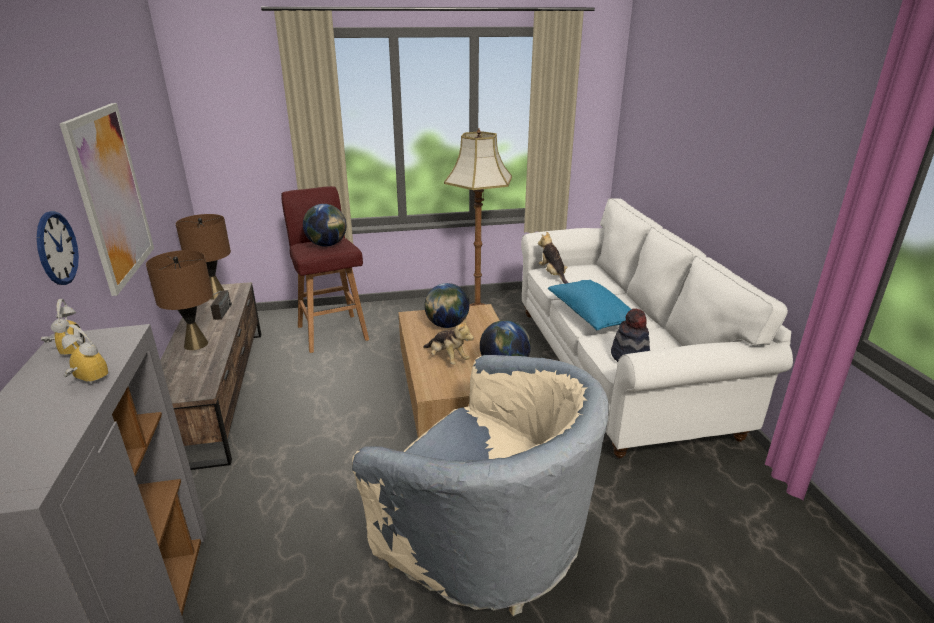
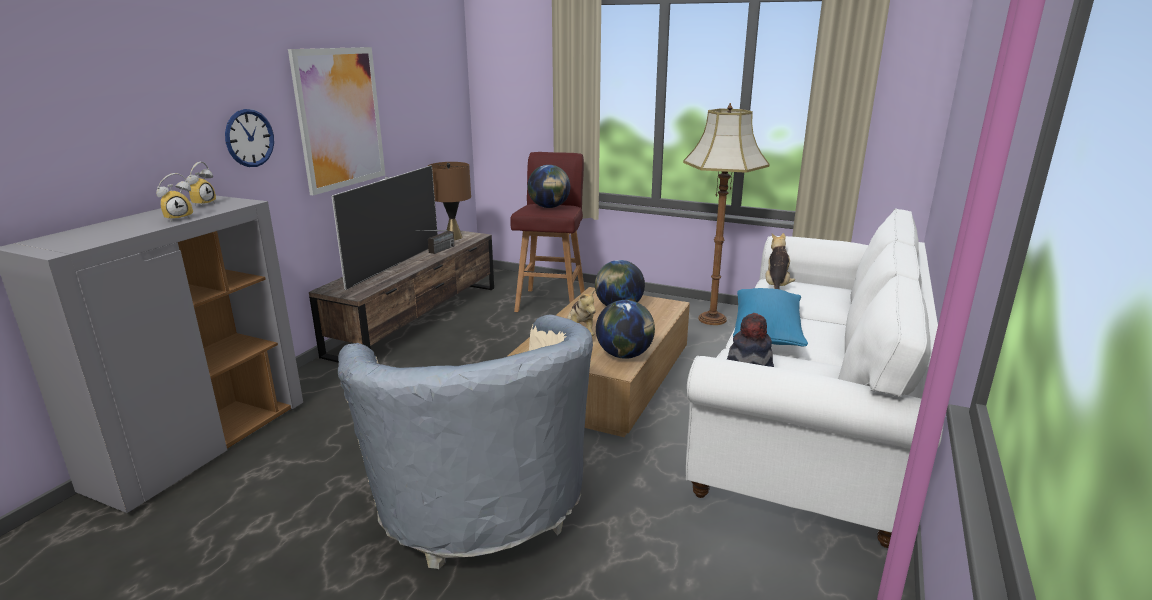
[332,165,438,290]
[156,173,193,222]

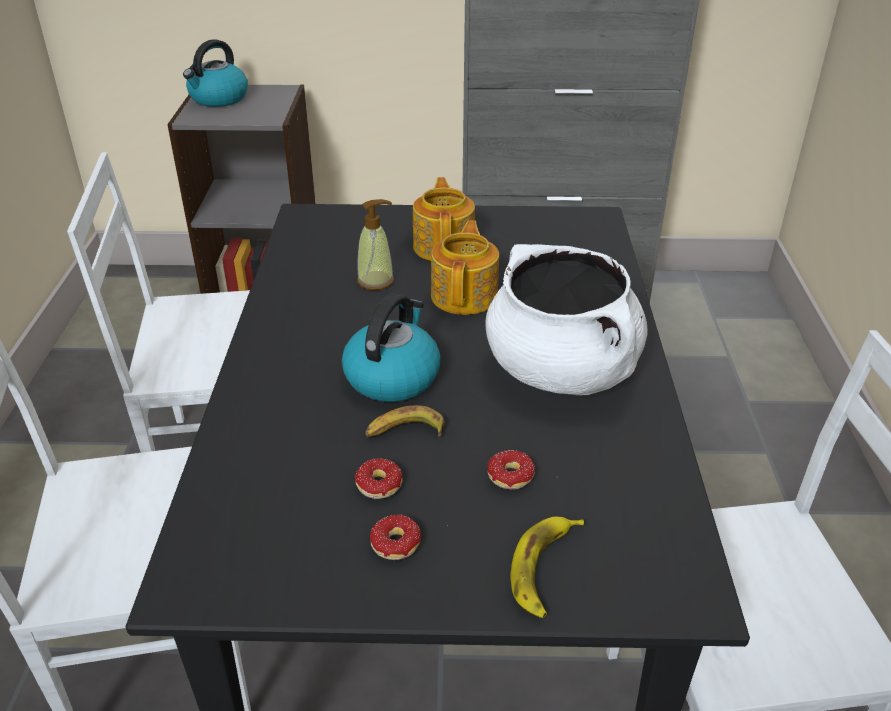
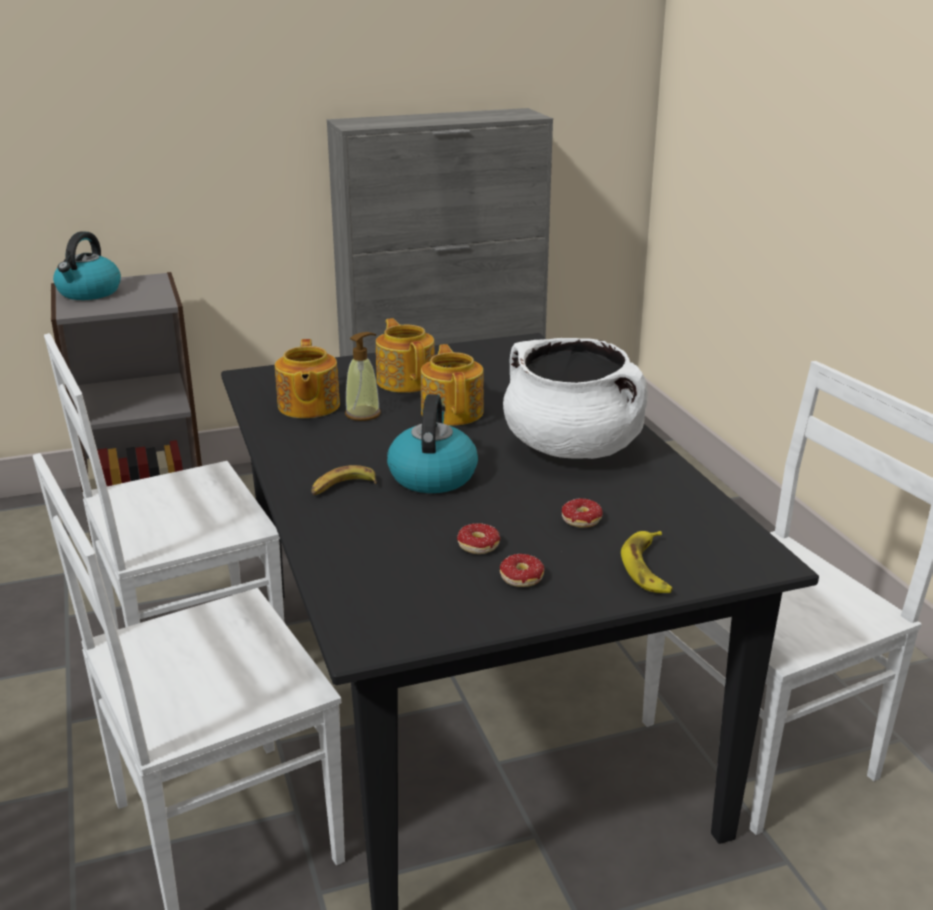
[311,465,377,495]
[275,339,340,418]

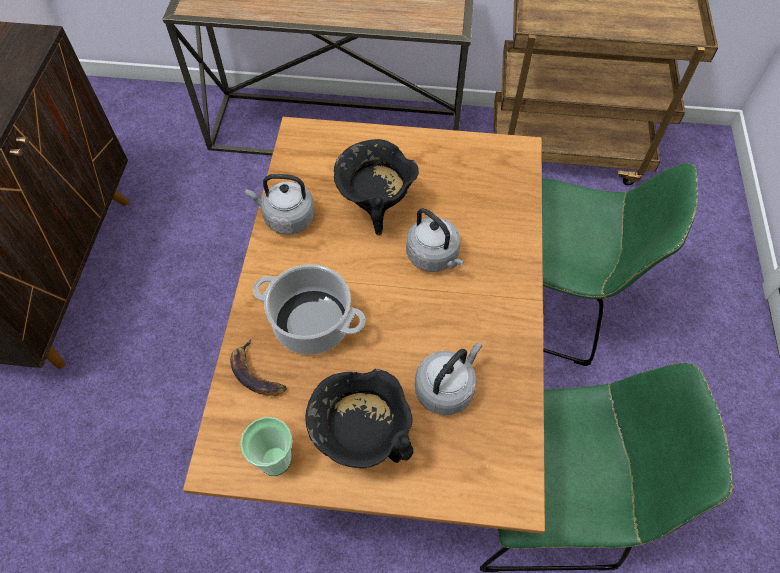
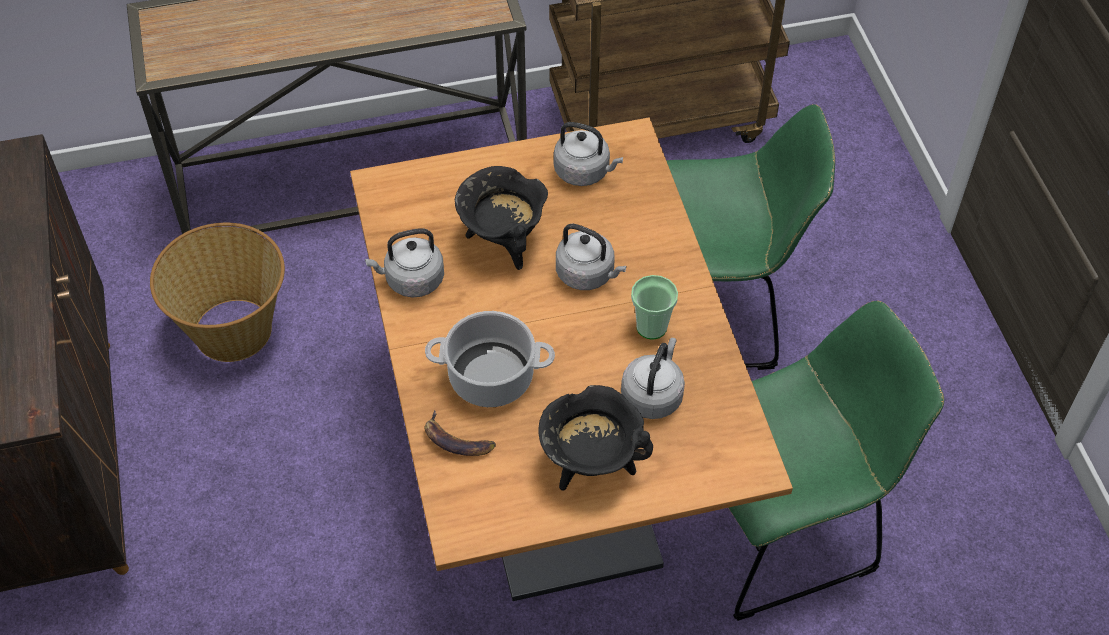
[631,275,678,339]
[554,122,623,186]
[150,223,285,362]

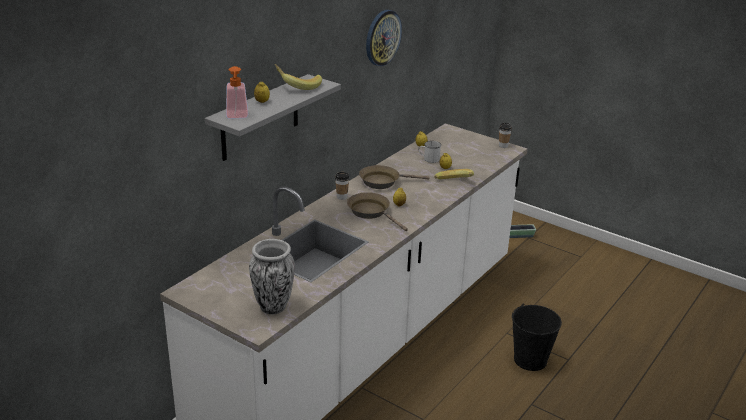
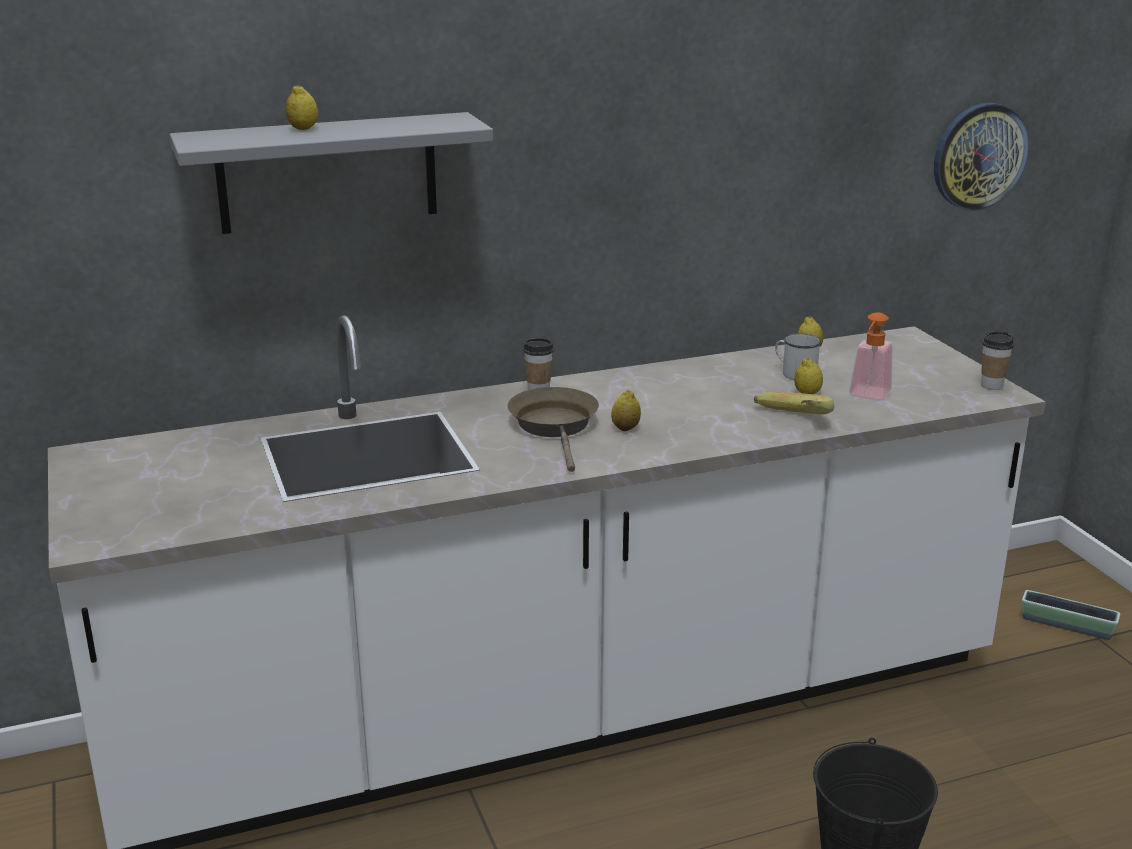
[934,103,1029,211]
[274,64,322,90] (first image)
[849,312,893,401]
[359,165,430,189] (first image)
[249,239,295,315] (first image)

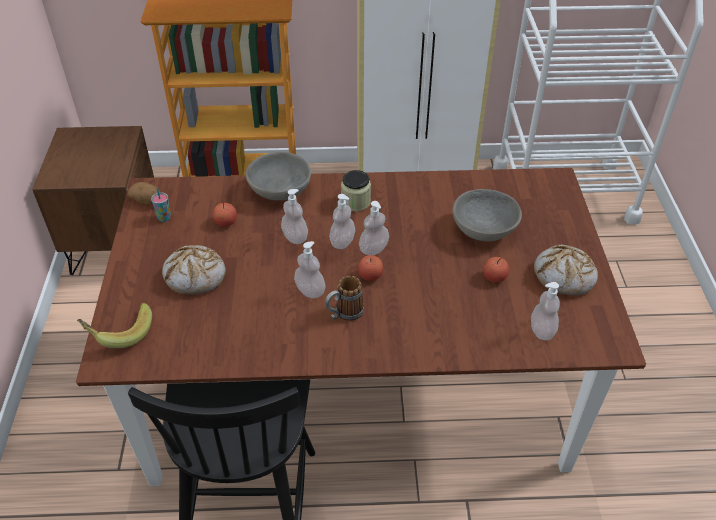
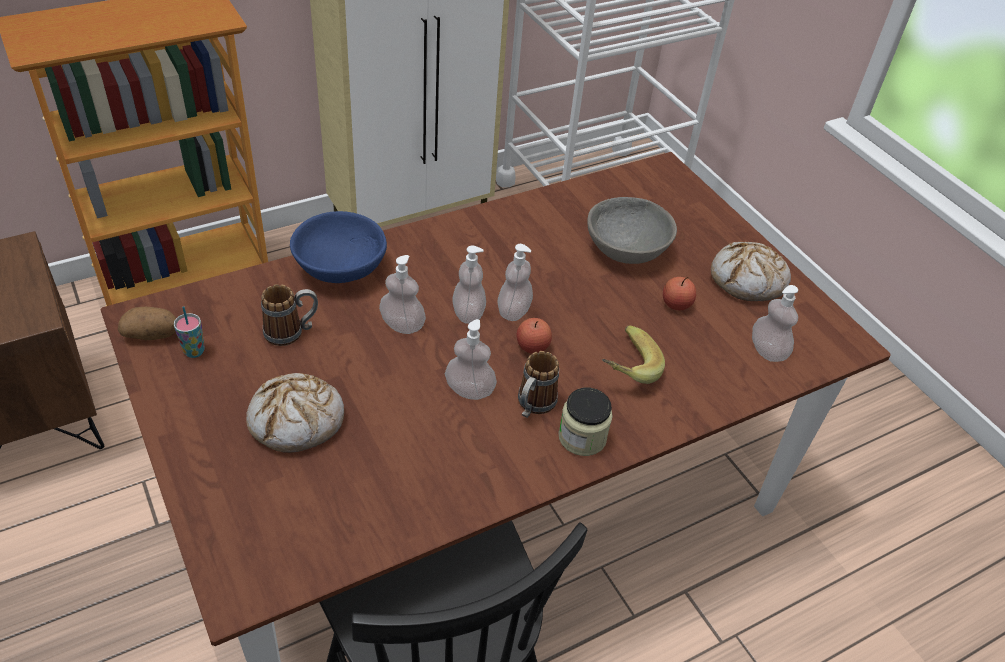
[290,211,387,283]
[558,388,613,456]
[261,284,318,346]
[601,325,665,384]

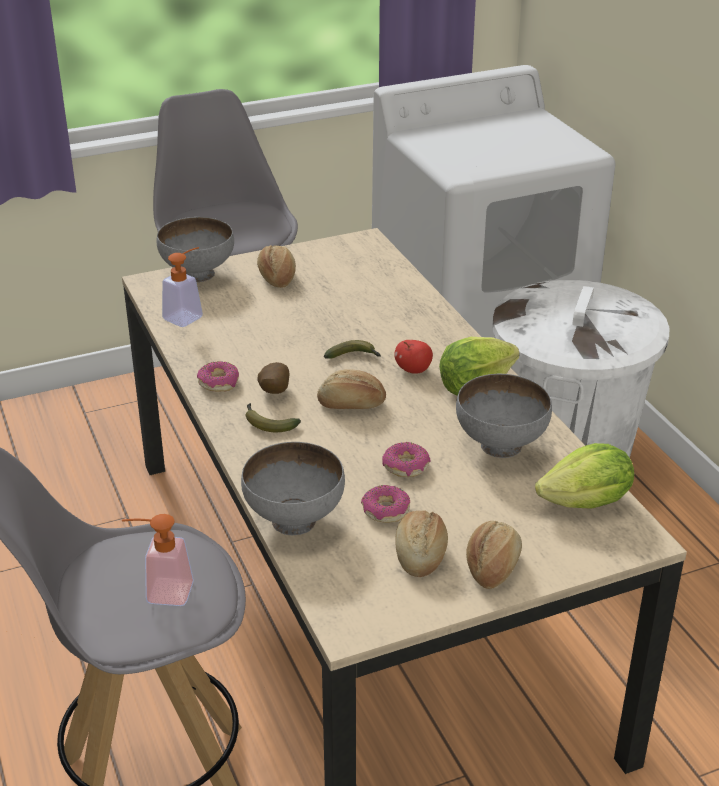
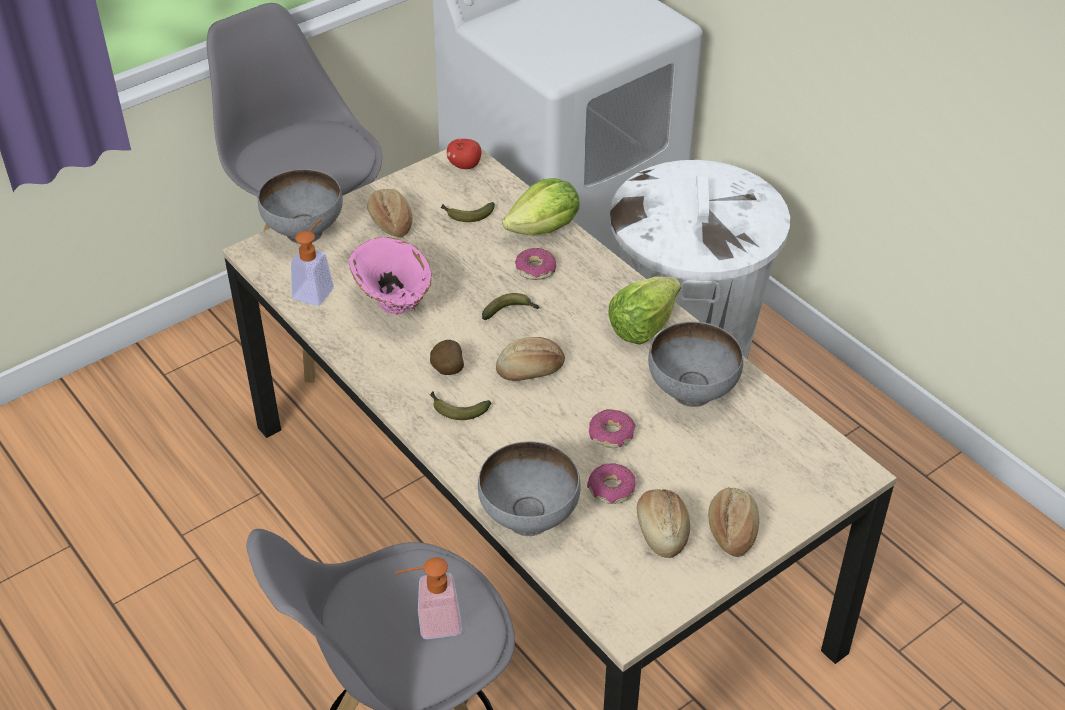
[447,139,481,169]
[515,248,556,280]
[502,178,580,235]
[440,202,495,222]
[349,237,432,315]

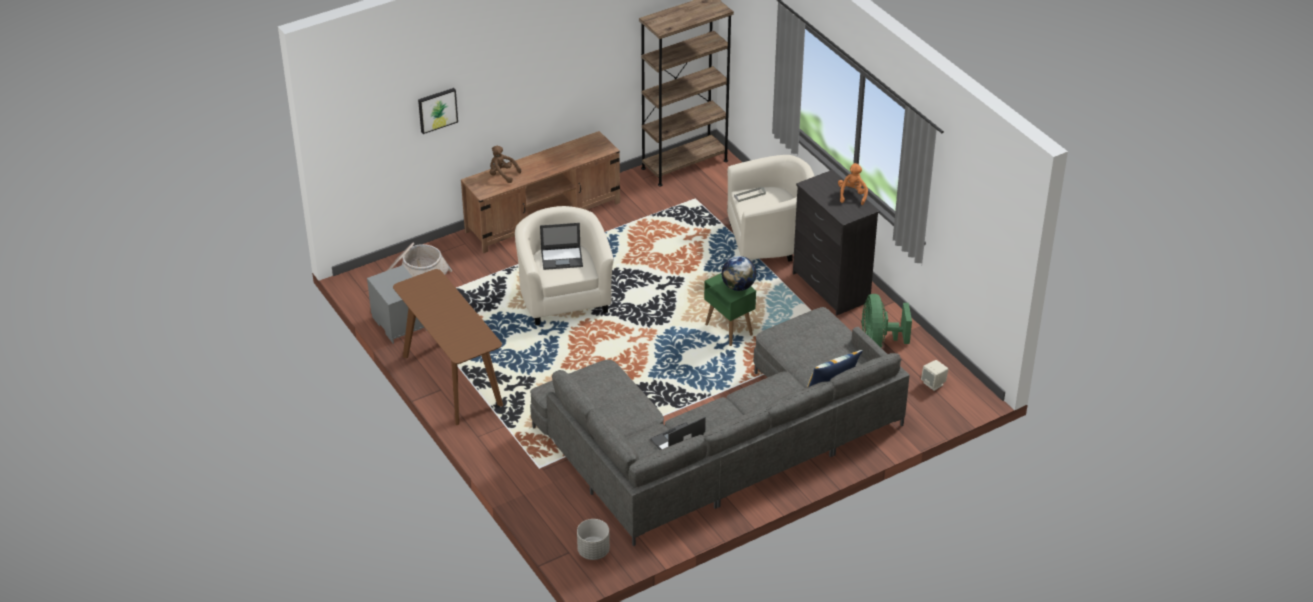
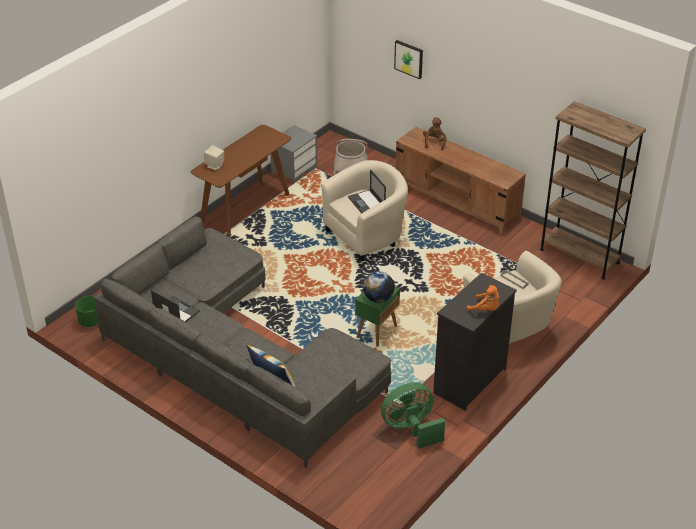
[467,285,499,311]
[204,145,224,170]
[75,296,98,327]

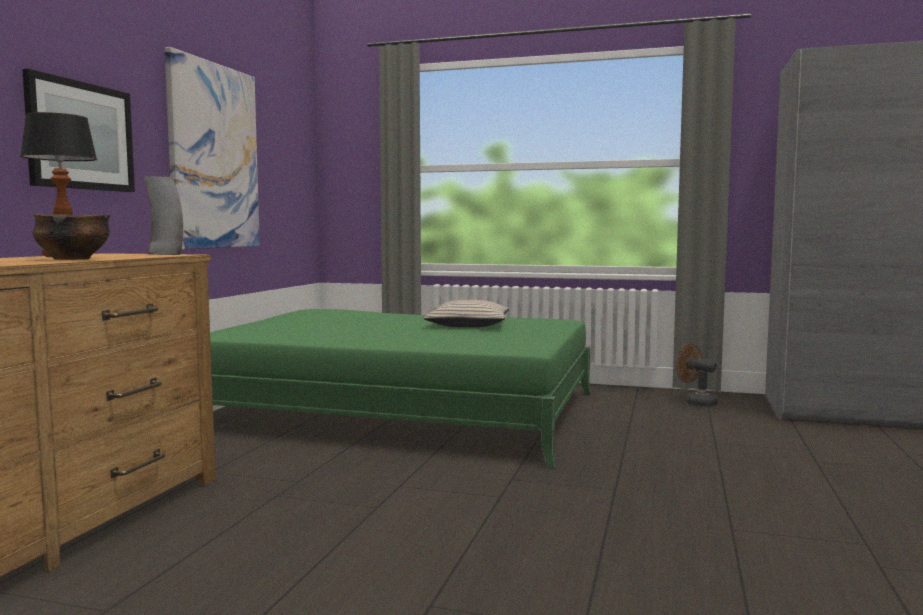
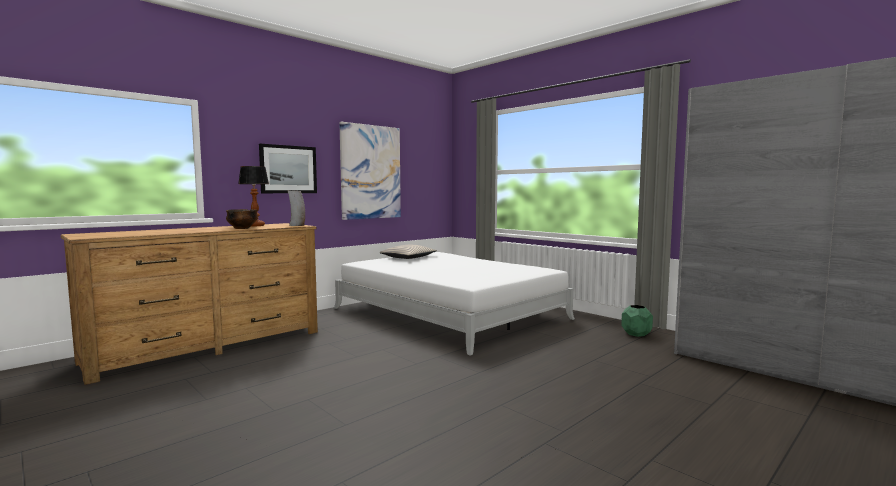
[379,244,437,259]
[334,252,575,356]
[621,305,653,337]

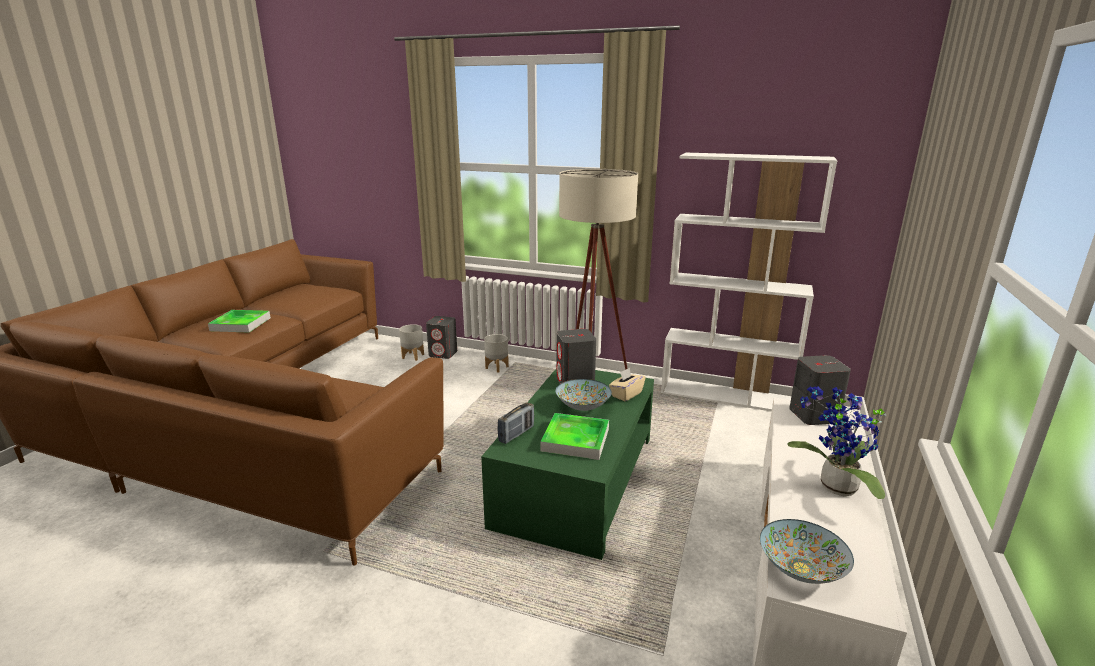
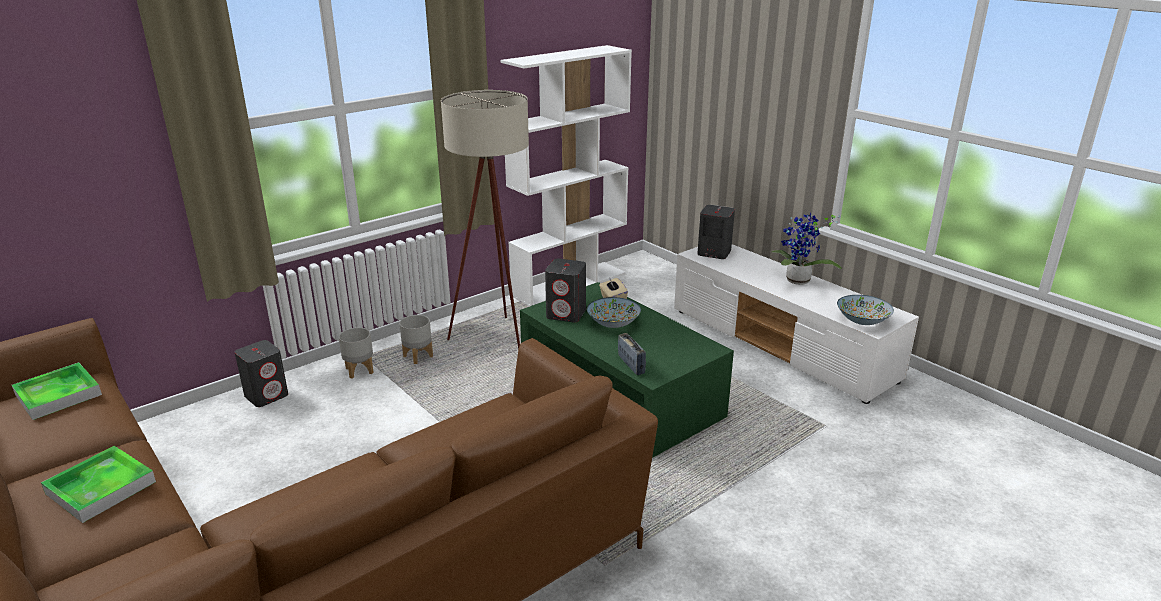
[399,315,433,364]
[12,362,102,420]

